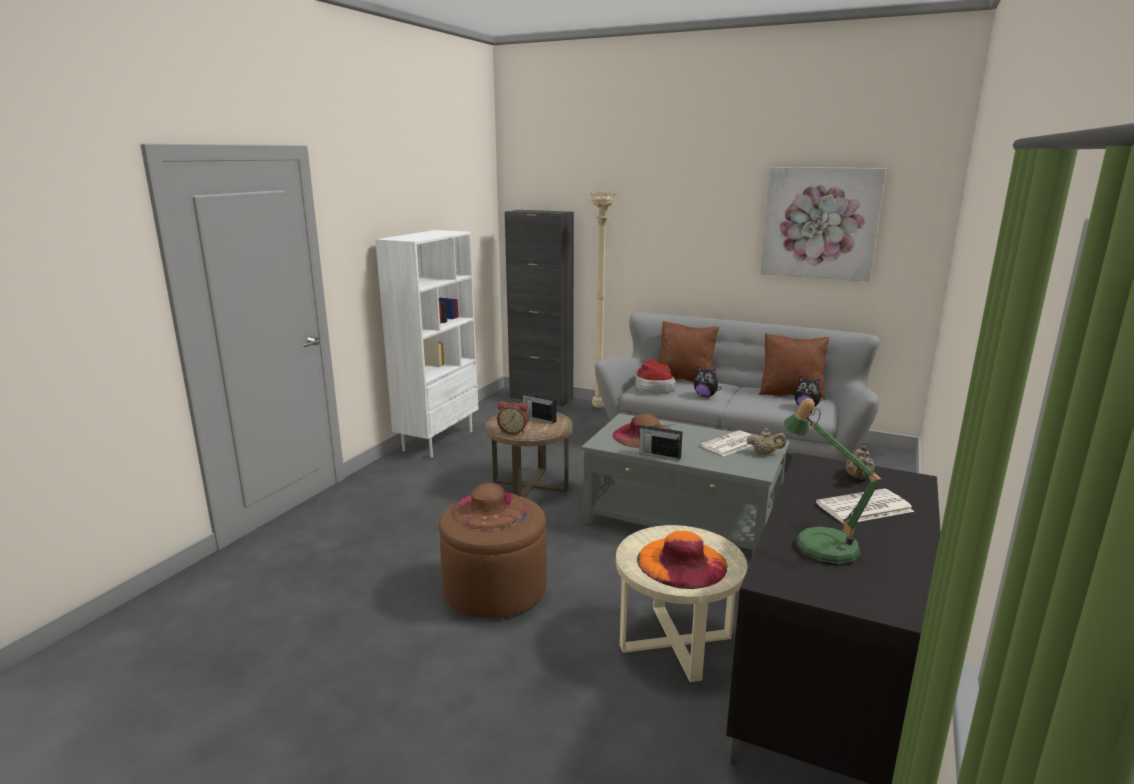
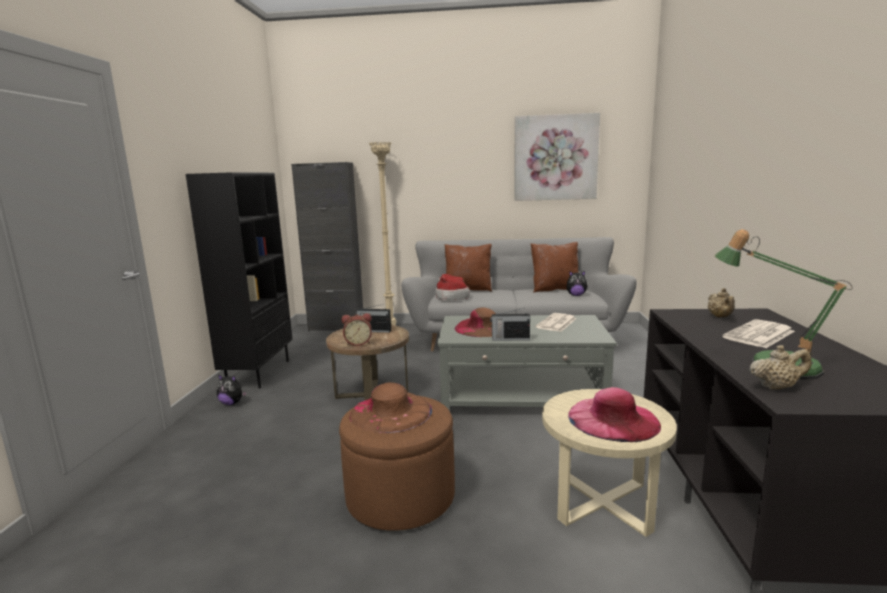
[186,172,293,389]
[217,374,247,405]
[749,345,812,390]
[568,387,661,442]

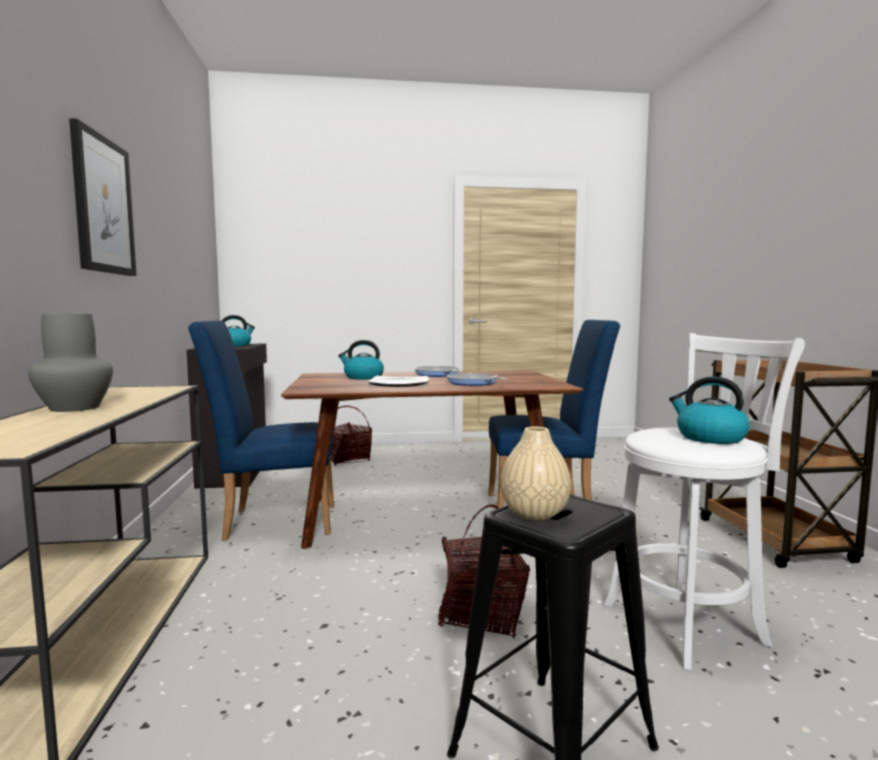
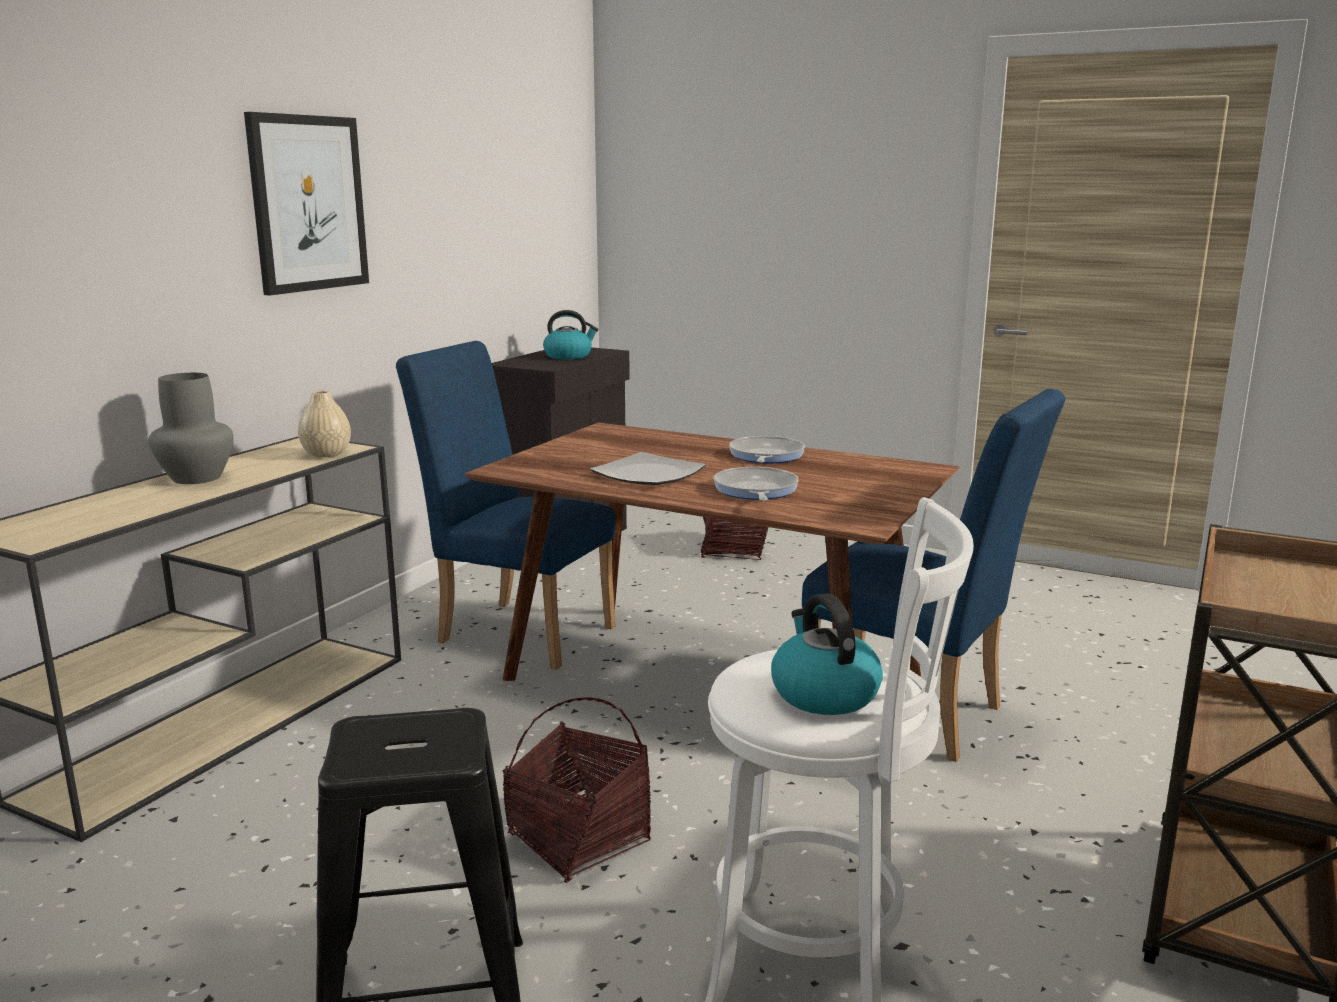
[338,340,384,380] (first image)
[298,390,351,457]

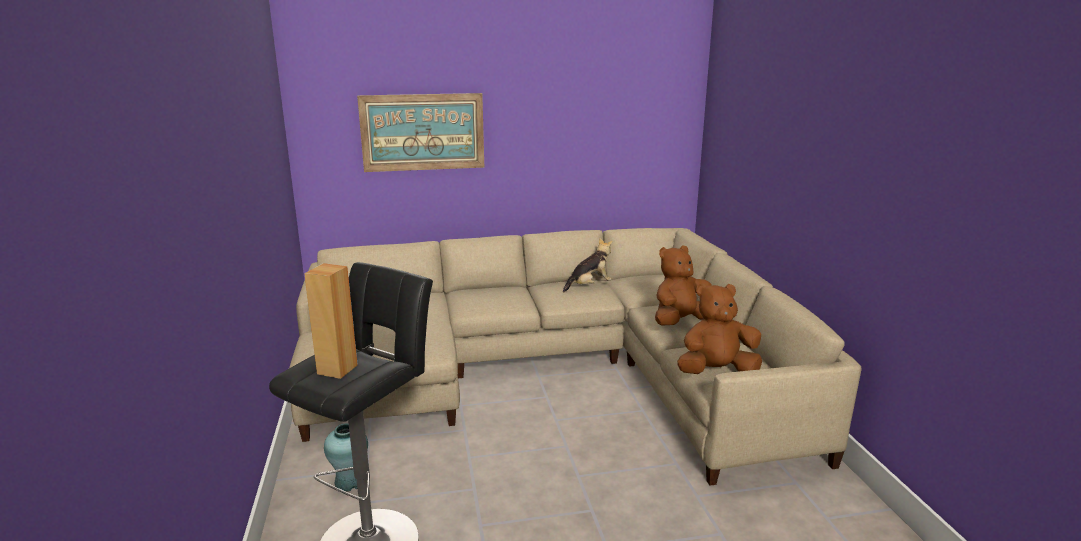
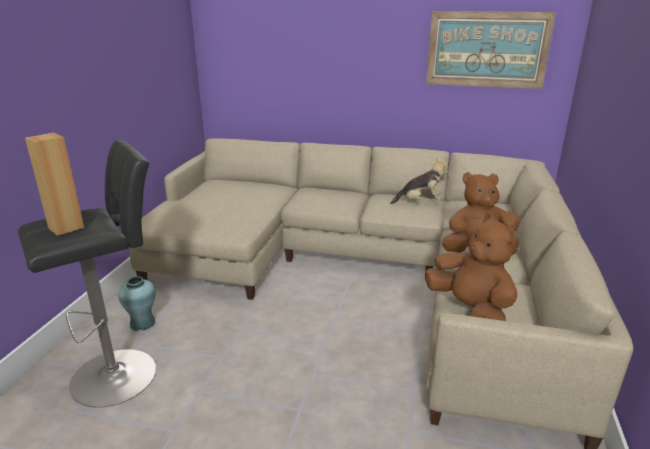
[426,11,556,89]
[425,214,517,321]

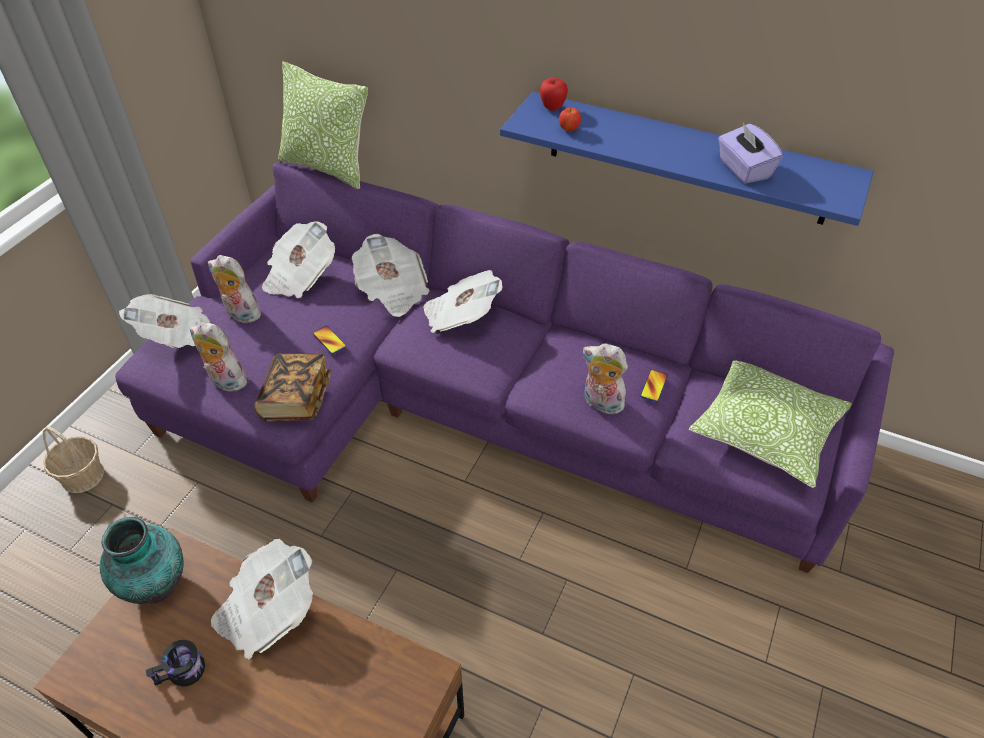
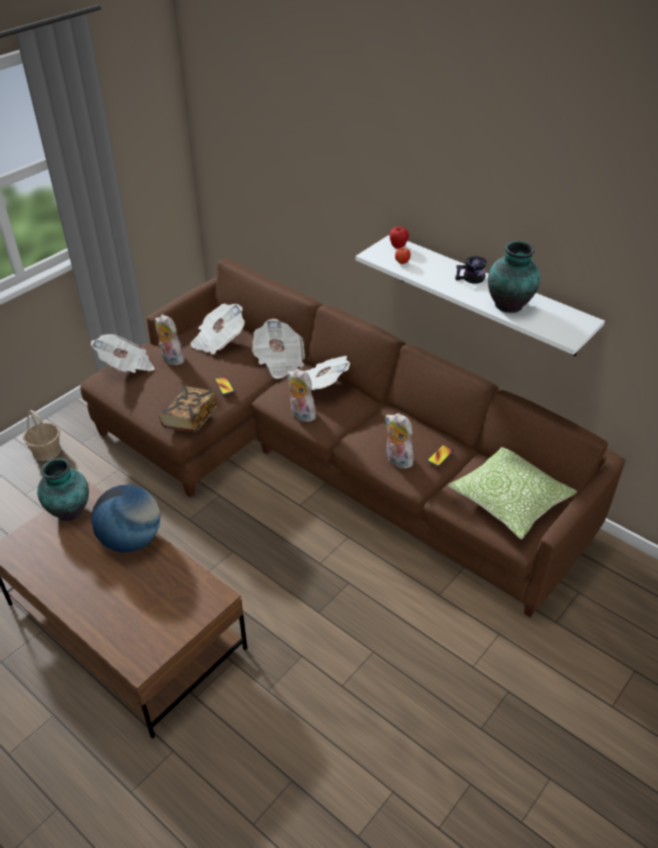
[278,61,368,189] (first image)
[356,235,605,356]
[488,241,540,313]
[80,259,625,618]
[287,369,317,422]
[91,485,160,552]
[455,256,487,284]

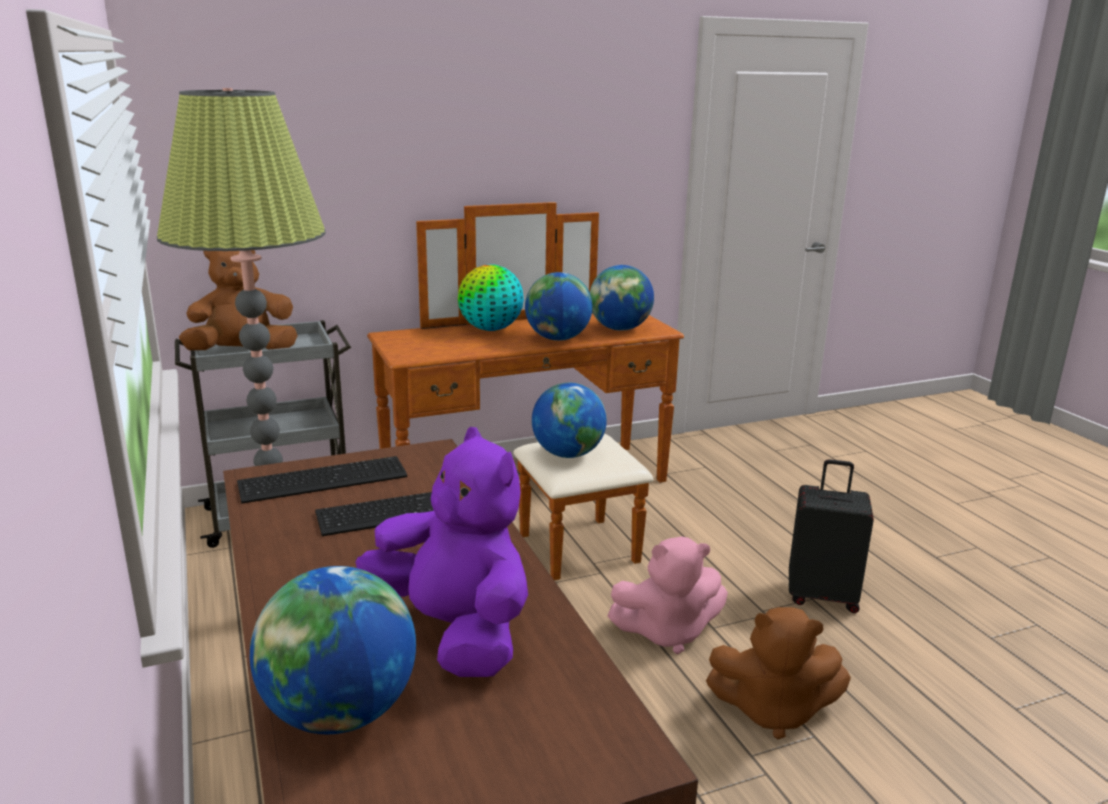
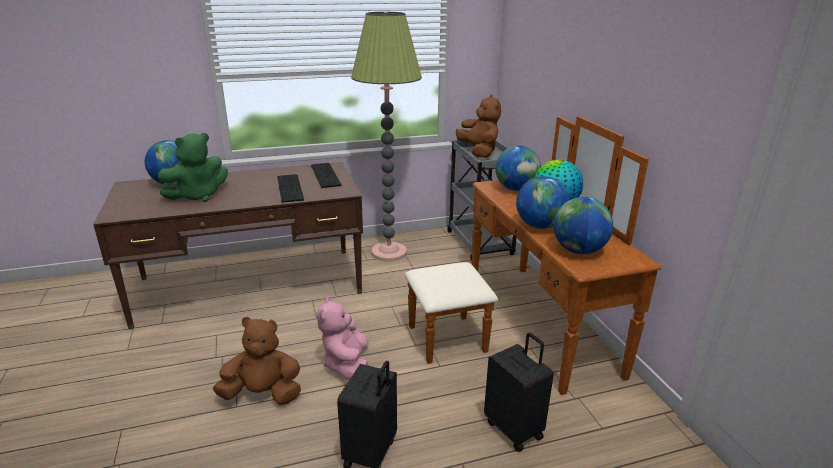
[495,145,541,191]
[158,133,228,202]
[213,317,301,405]
[484,332,554,452]

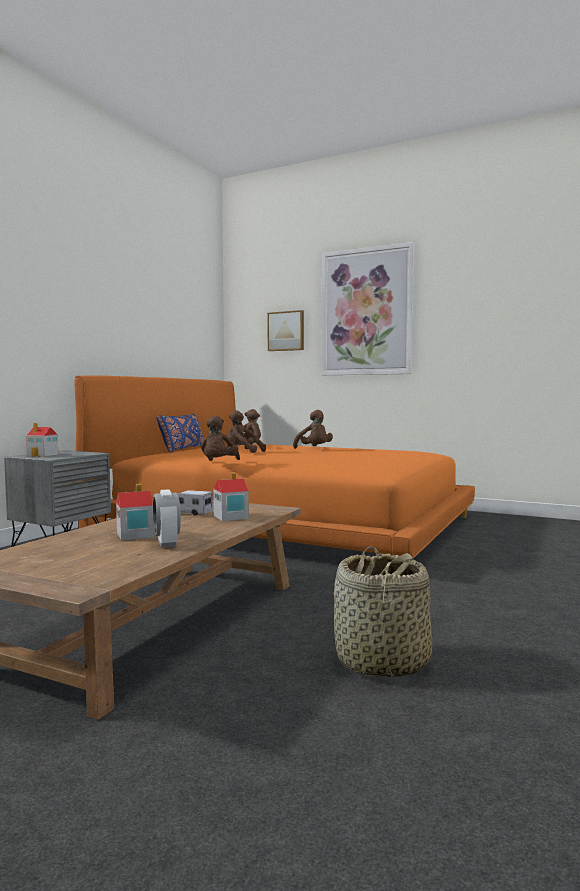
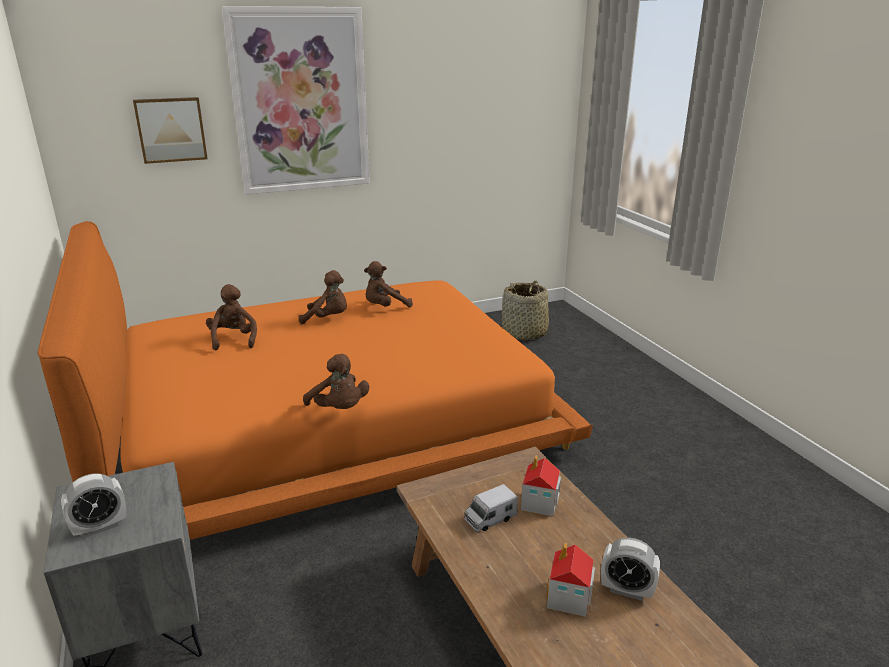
[364,261,413,307]
[156,414,204,453] (first image)
[61,474,126,538]
[502,281,553,340]

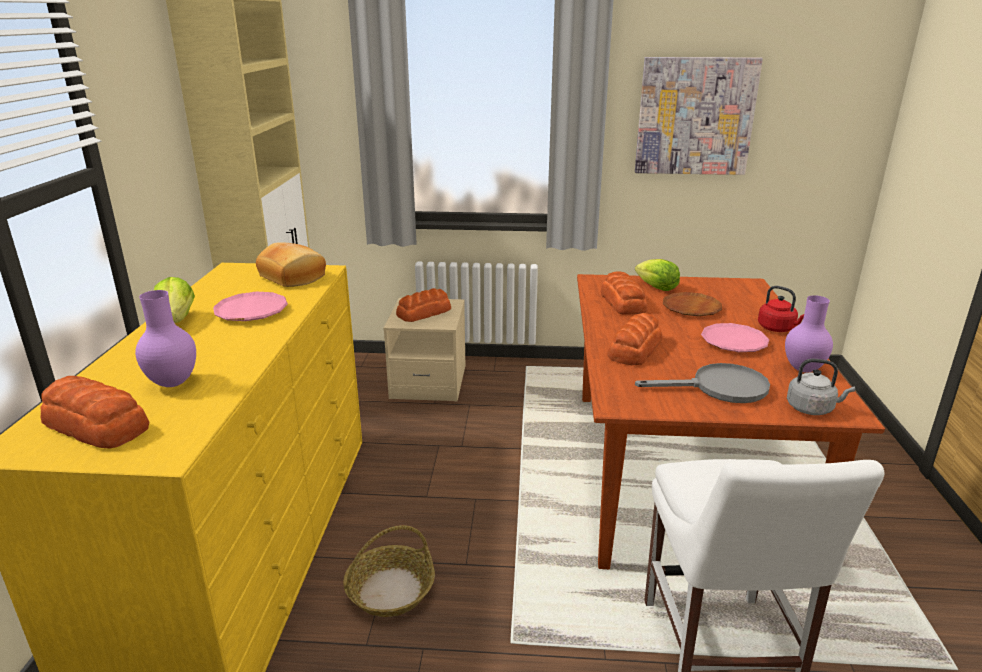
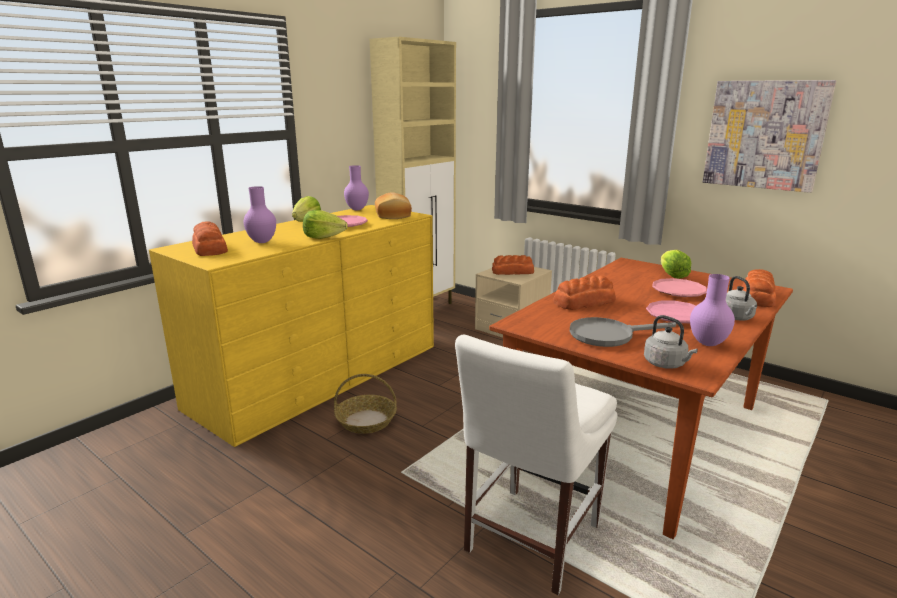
[742,269,776,307]
[726,276,757,321]
[652,278,707,297]
[570,317,677,347]
[344,165,369,210]
[303,210,348,239]

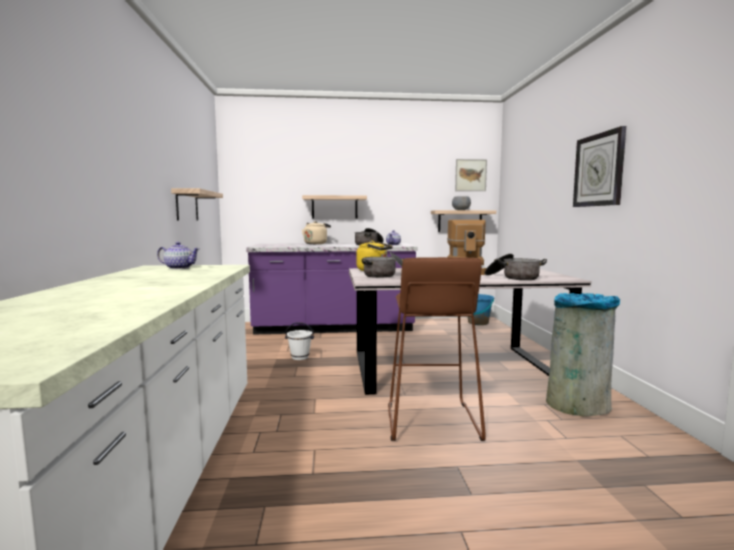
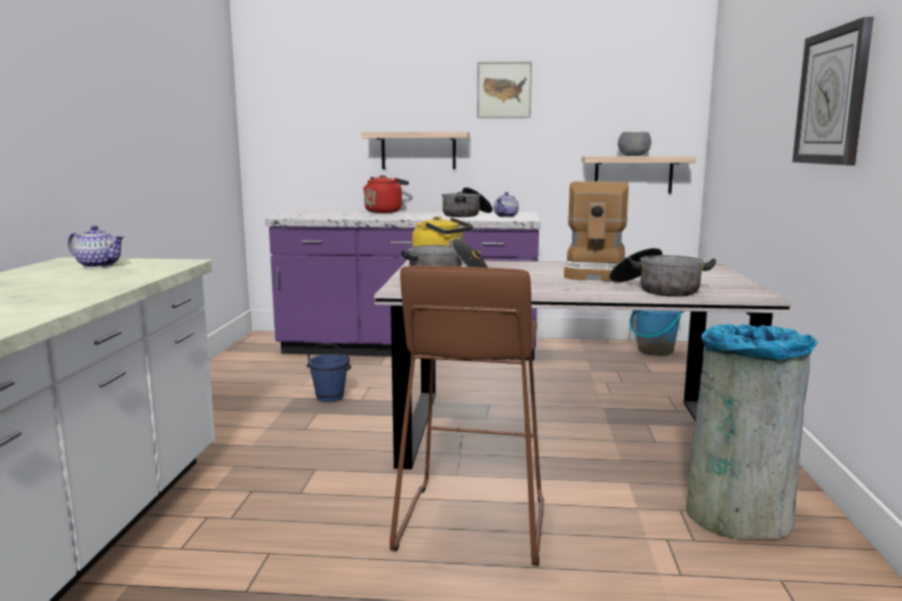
[477,62,532,118]
[171,188,223,221] (first image)
[363,175,409,213]
[306,343,351,402]

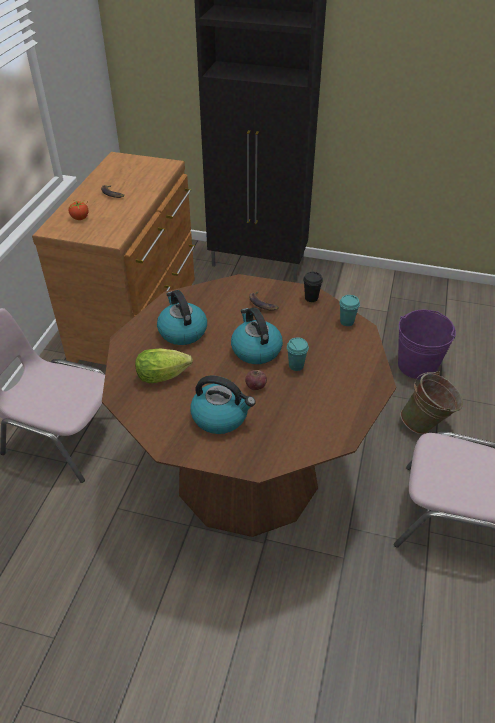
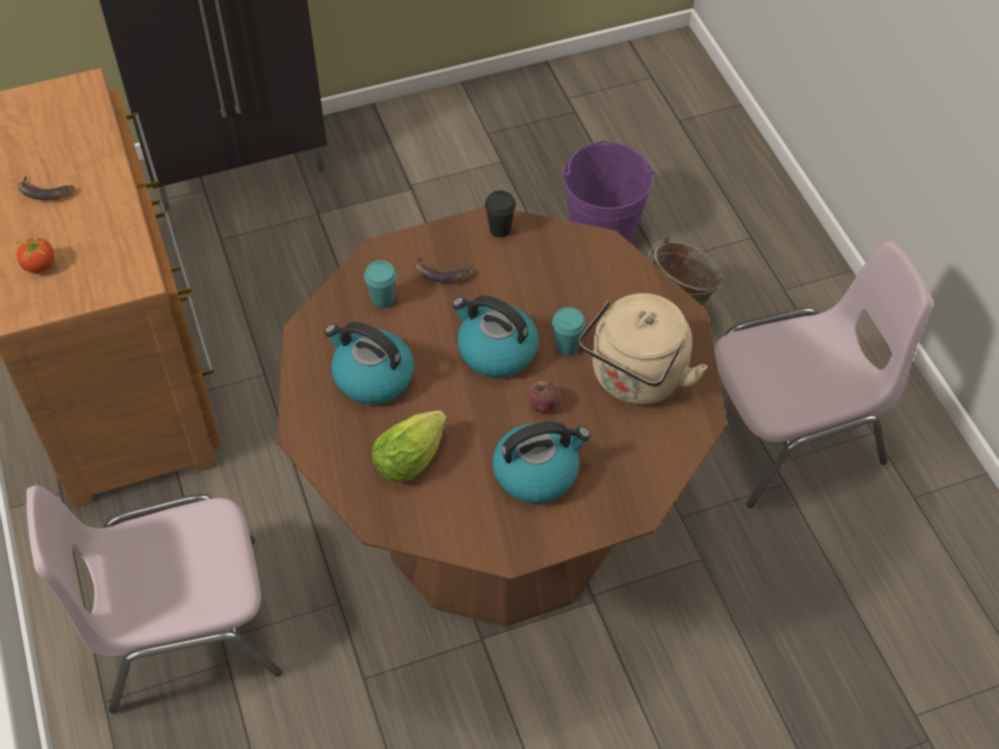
[364,260,397,308]
[579,293,707,405]

